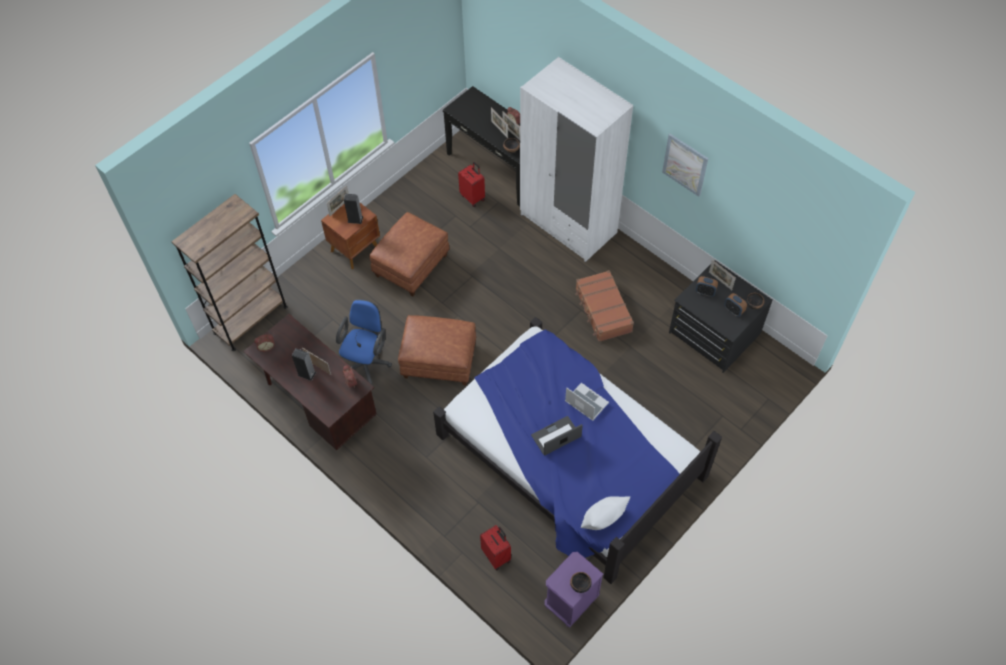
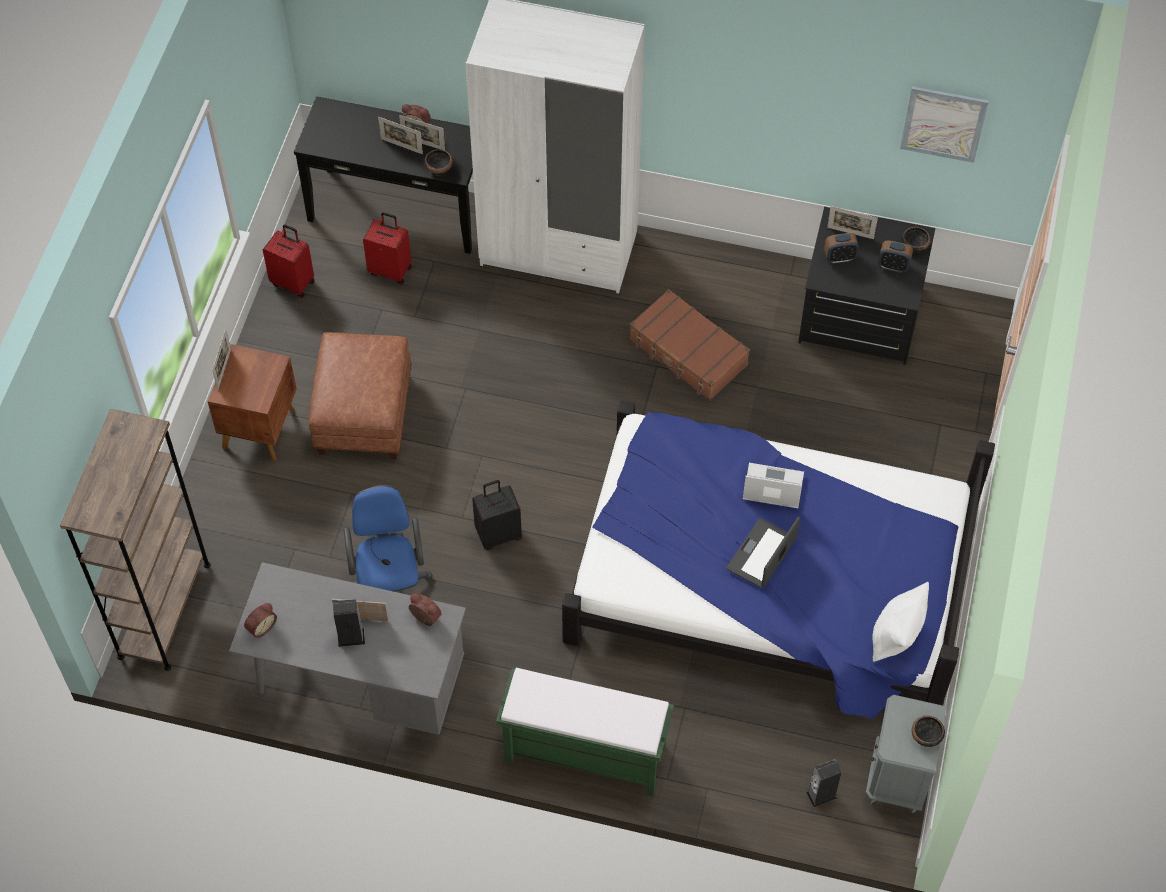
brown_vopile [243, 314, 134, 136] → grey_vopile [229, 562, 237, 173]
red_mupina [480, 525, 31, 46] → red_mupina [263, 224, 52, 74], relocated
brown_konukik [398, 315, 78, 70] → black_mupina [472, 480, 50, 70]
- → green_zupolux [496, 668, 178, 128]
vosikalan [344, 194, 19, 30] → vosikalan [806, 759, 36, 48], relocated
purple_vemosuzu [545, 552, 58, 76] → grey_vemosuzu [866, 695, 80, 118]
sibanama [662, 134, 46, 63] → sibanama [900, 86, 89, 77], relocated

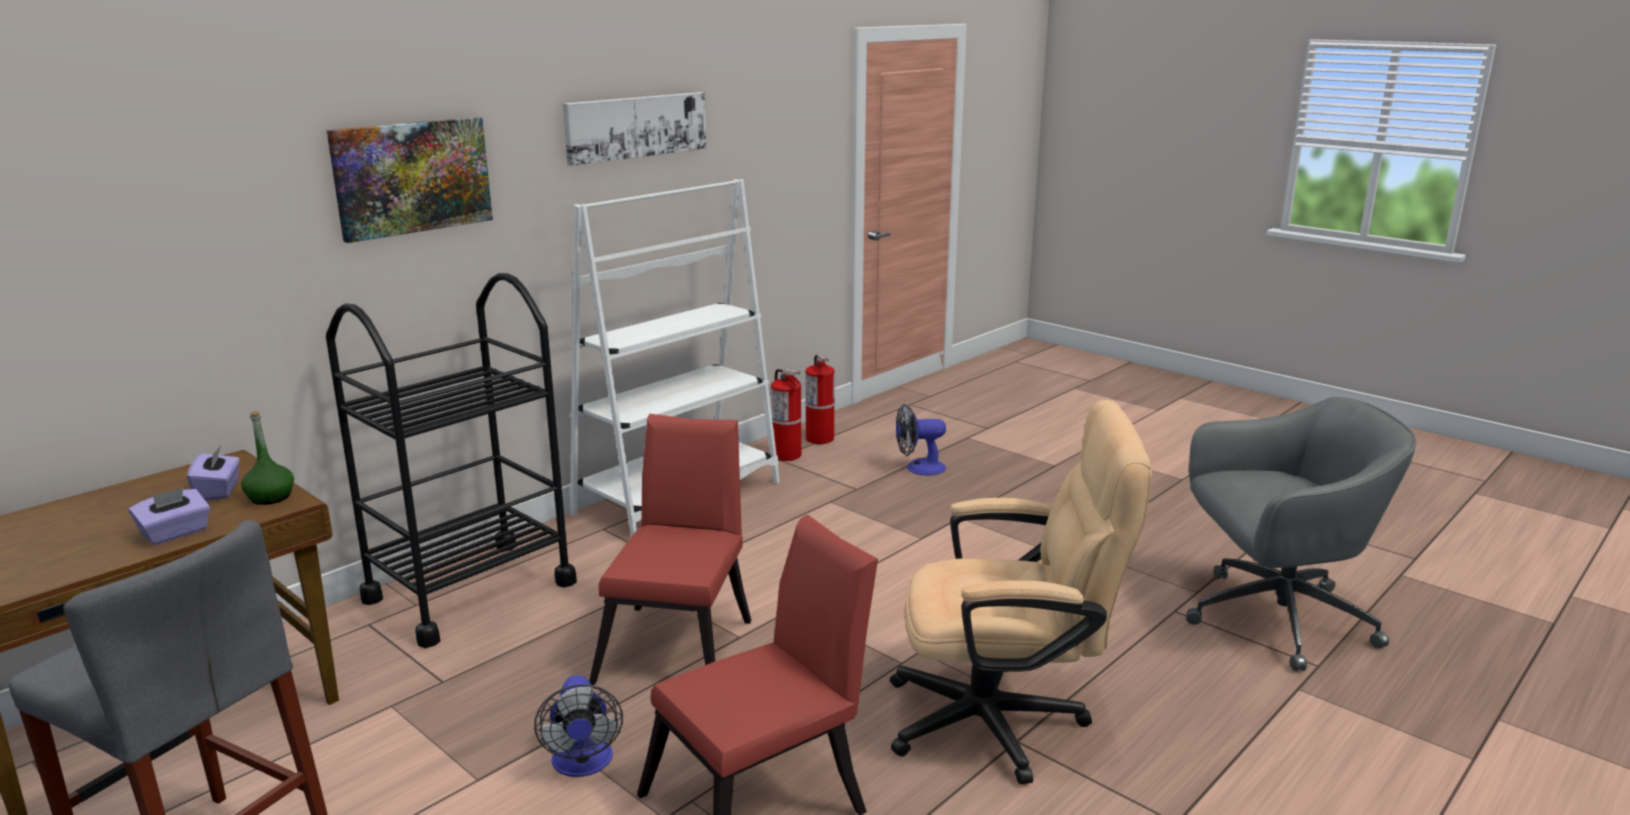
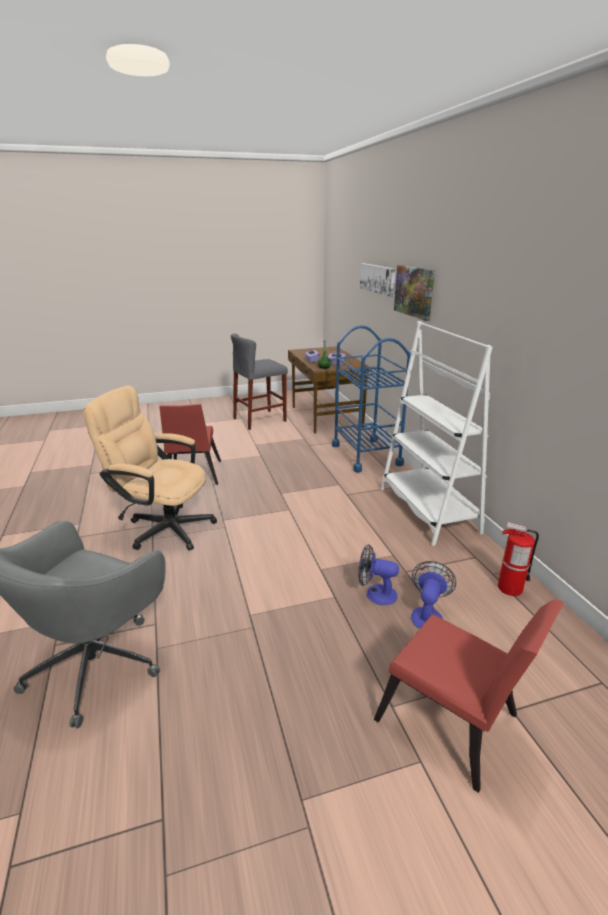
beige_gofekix [890, 400, 262, 384] → beige_gofekix [84, 385, 133, 165], 75 degrees clockwise
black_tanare [326, 273, 251, 375] → blue_tanare [332, 325, 79, 147]
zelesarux [534, 675, 89, 102] → zelesarux [358, 544, 41, 61], relocated
sibanama [563, 92, 143, 74] → sibanama [360, 263, 36, 34], relocated
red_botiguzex [589, 414, 163, 271] → red_botiguzex [374, 599, 190, 194], relocated
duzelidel [771, 369, 30, 92] → -

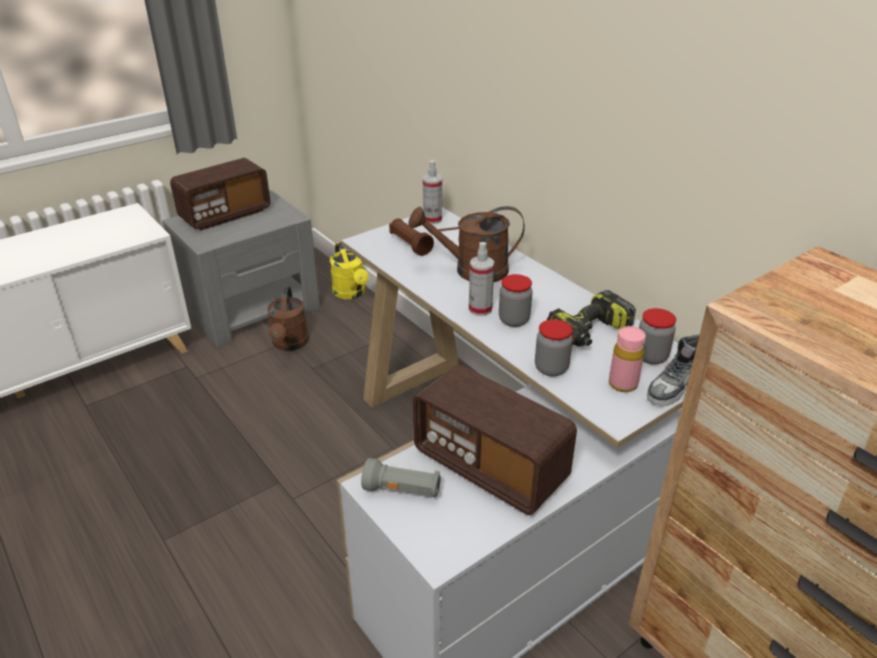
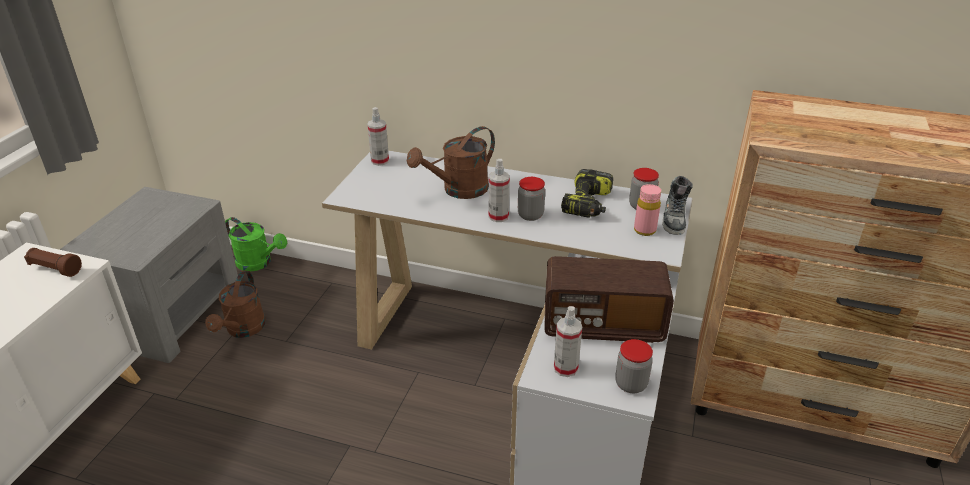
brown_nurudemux [389, 218, 45, 38] → brown_nurudemux [24, 248, 58, 29], relocated
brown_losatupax [267, 287, 42, 64] → brown_losatupax [205, 270, 61, 68], 45 degrees clockwise
yellow_losatupax [330, 242, 39, 57] → green_losatupax [225, 217, 62, 55]
grey_nurudemux [361, 458, 80, 39] → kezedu [554, 306, 28, 71]
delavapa [535, 319, 38, 58] → delavapa [615, 339, 38, 54], relocated
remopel [170, 158, 101, 72] → -

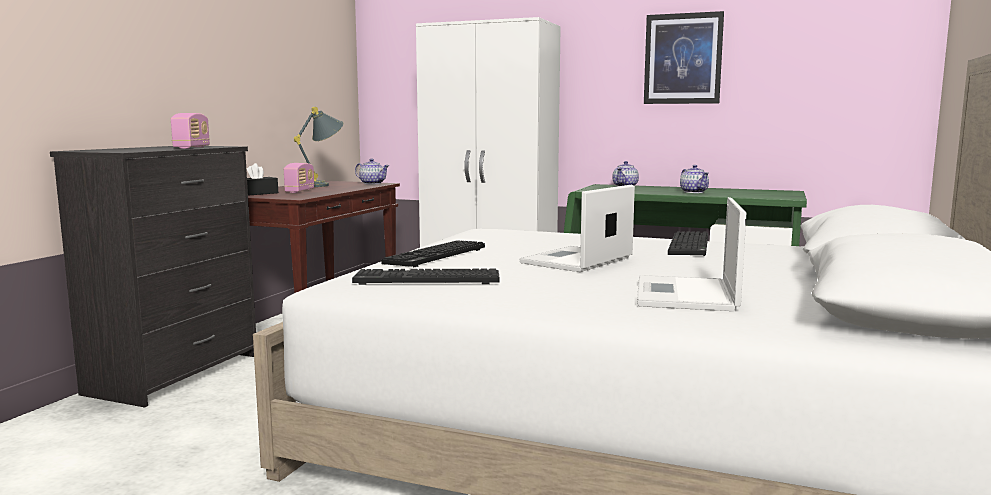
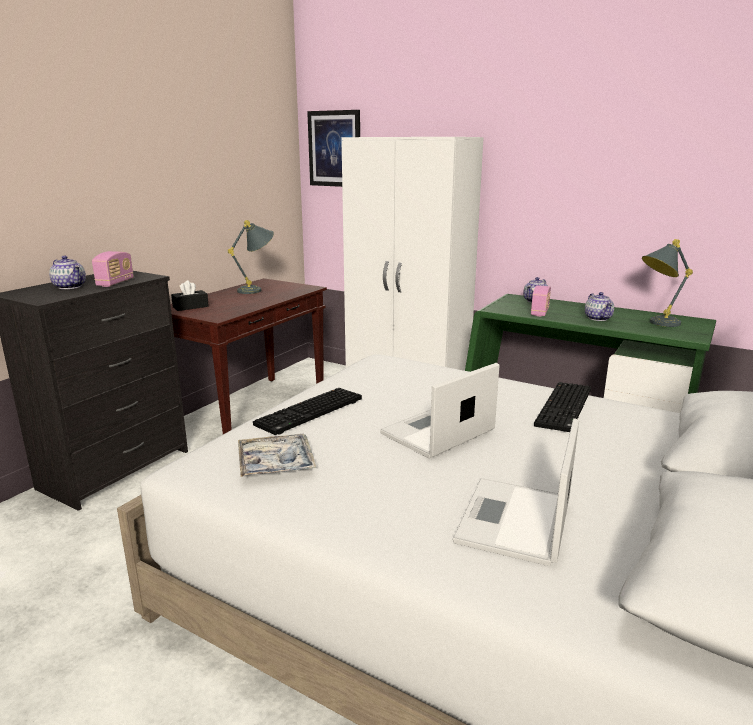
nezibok [355, 159, 34, 26] → nezibok [49, 255, 37, 34], relocated
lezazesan [352, 269, 147, 16] → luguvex [238, 434, 79, 43]
sibanama [644, 11, 80, 93] → sibanama [307, 110, 53, 77], relocated
remopel [284, 163, 30, 30] → remopel [531, 285, 20, 31], relocated
- → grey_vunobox [642, 239, 51, 88]

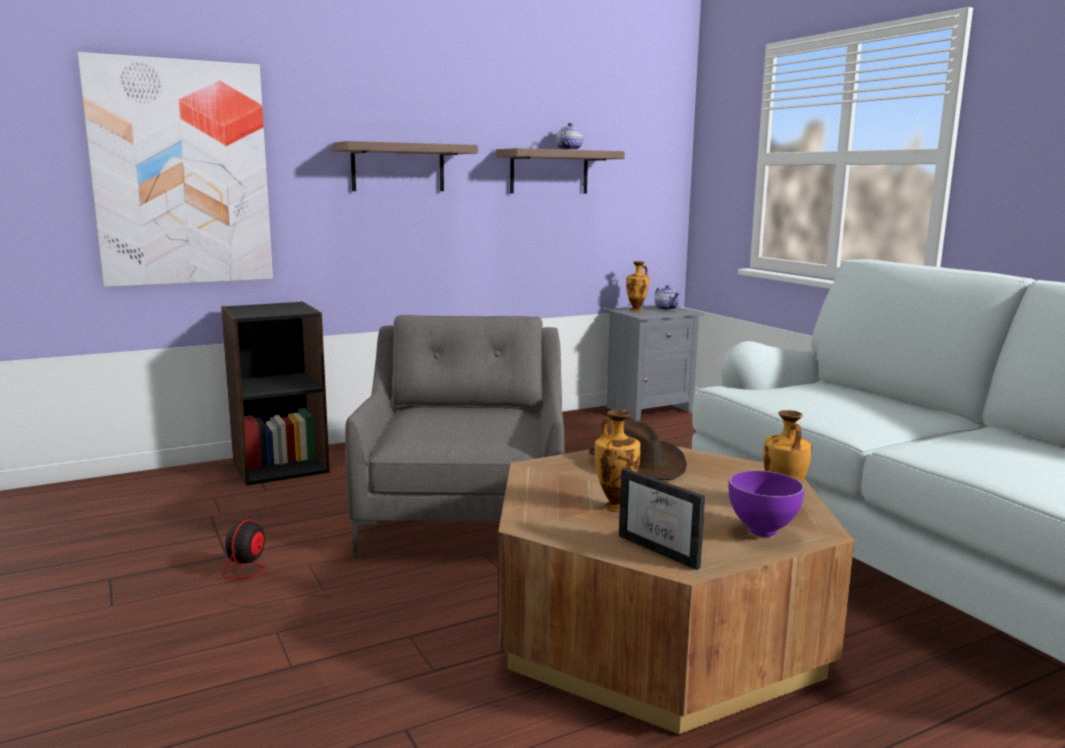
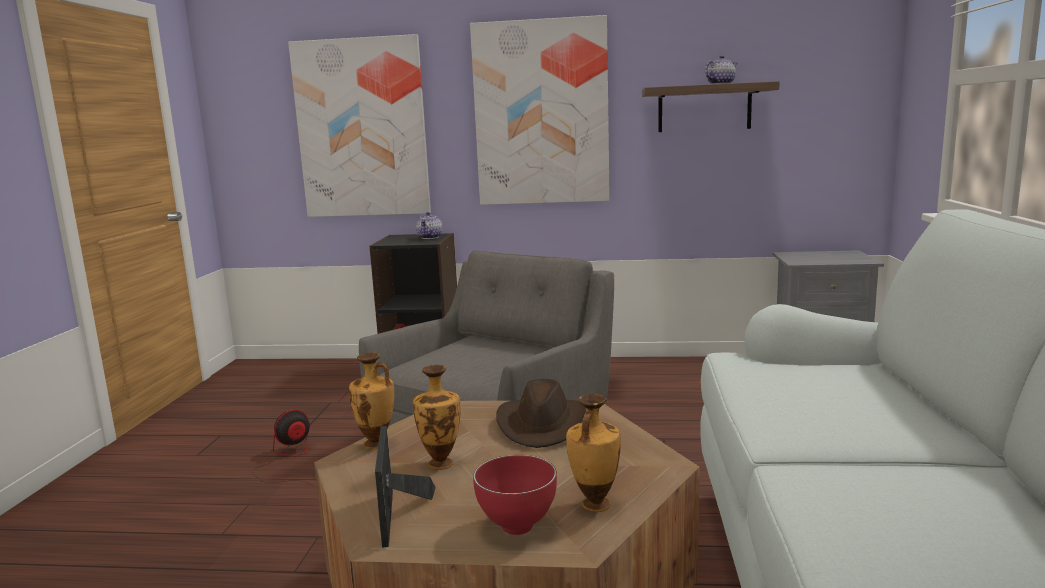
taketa [626, 261, 23, 50] → taketa [349, 352, 45, 98], relocated
nezibok [655, 285, 25, 25] → nezibok [416, 212, 27, 27], relocated
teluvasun [333, 141, 145, 50] → sibanama [470, 15, 140, 190]
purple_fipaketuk [729, 471, 76, 66] → red_fipaketuk [473, 455, 84, 80]

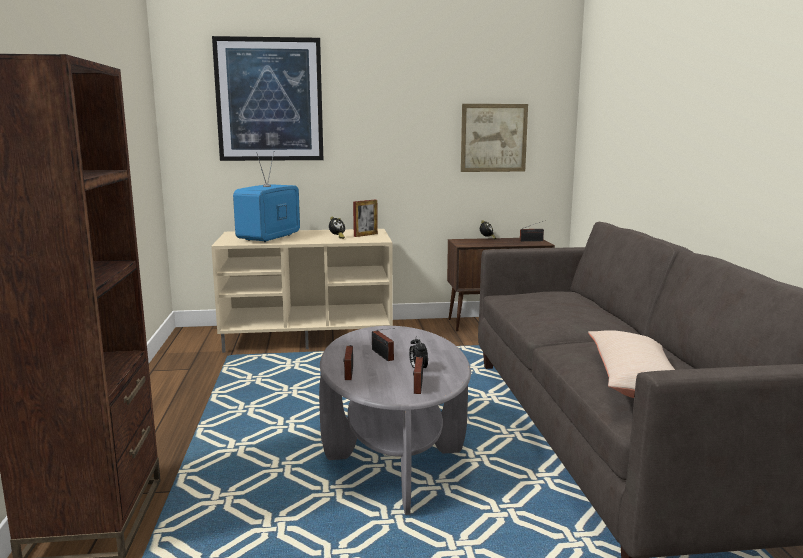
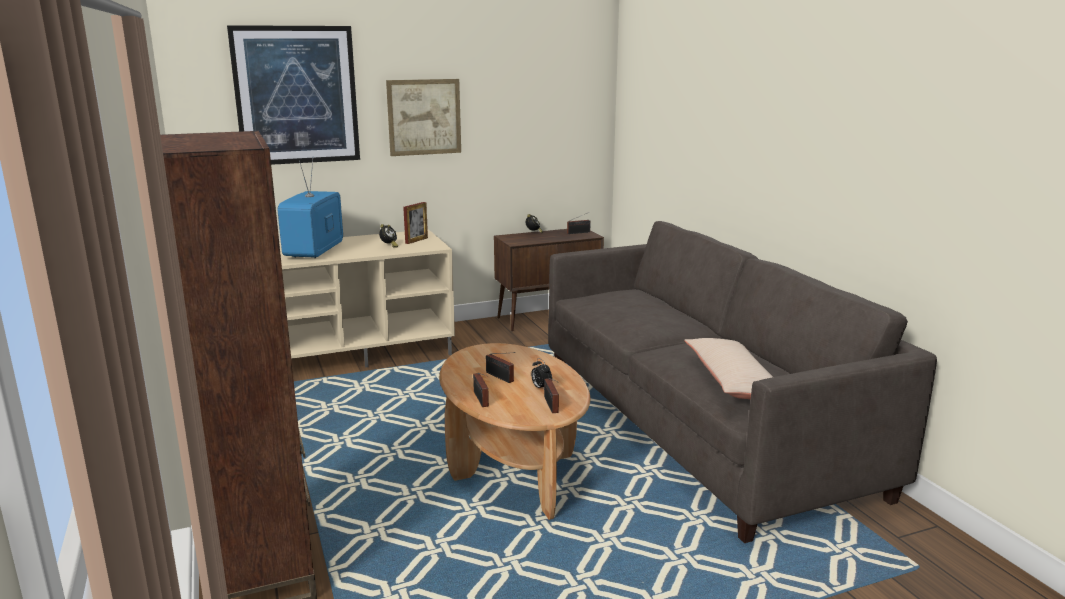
sibanama [461, 104, 67, 68] → sibanama [386, 79, 75, 77], relocated
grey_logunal [319, 326, 152, 189] → brown_logunal [439, 343, 151, 177]

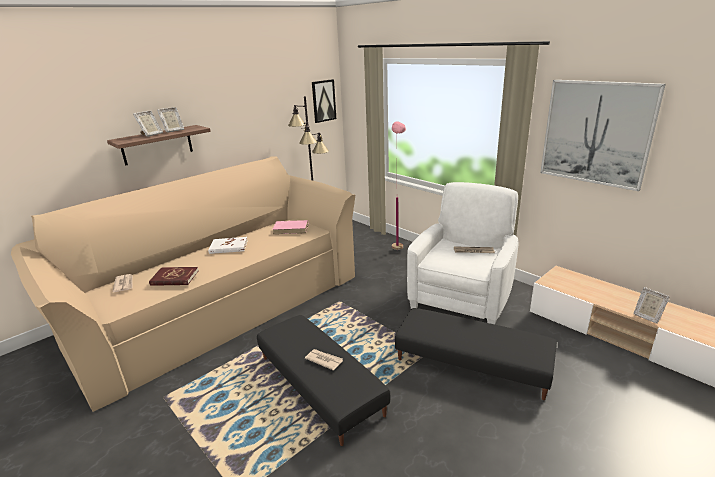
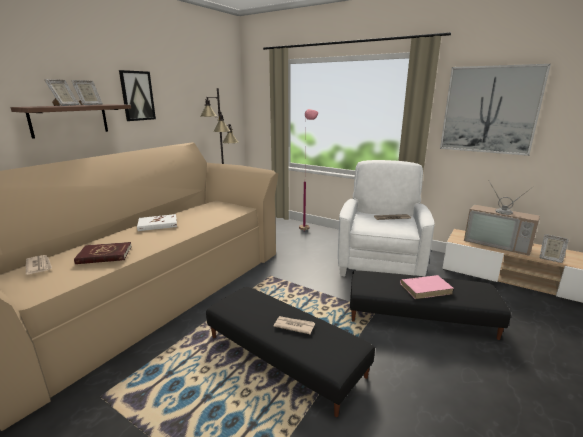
sibanama [312, 79, 24, 44] → sibanama [119, 70, 37, 51], relocated
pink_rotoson [272, 220, 36, 14] → pink_rotoson [400, 275, 54, 24], relocated
- → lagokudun [464, 180, 76, 76]

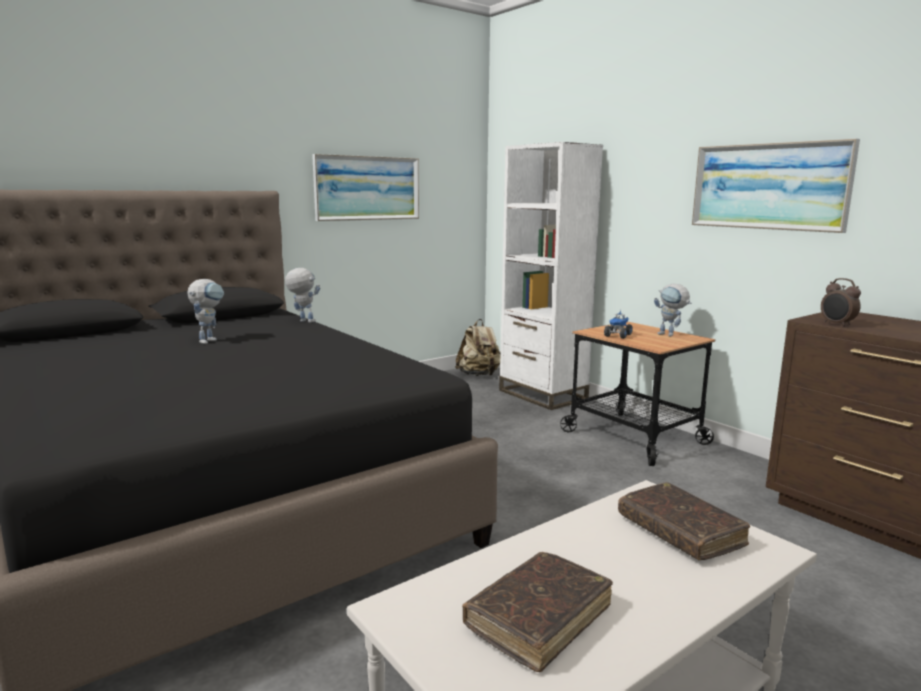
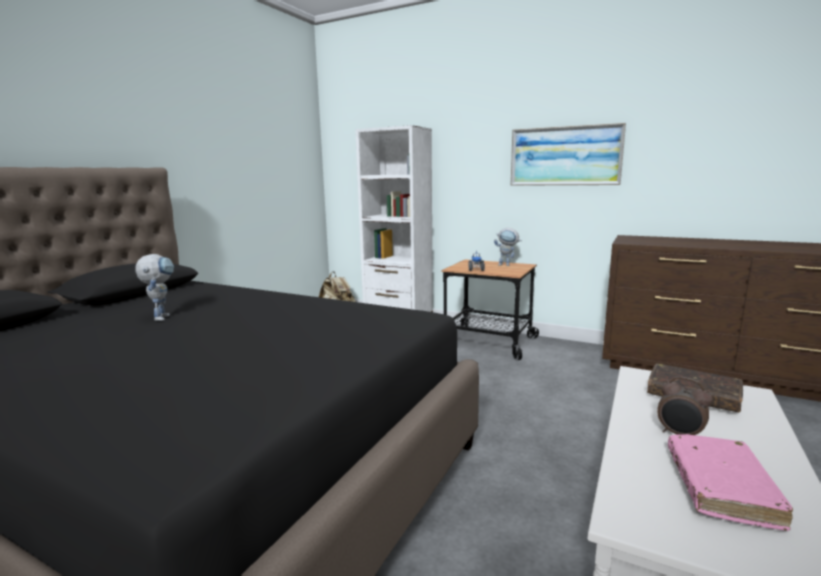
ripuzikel [821, 278, 40, 49] → ripuzikel [657, 377, 55, 58], relocated
brown_rotoson [462, 552, 151, 120] → pink_rotoson [668, 434, 125, 97]
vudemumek [285, 268, 35, 55] → -
sibanama [312, 154, 107, 67] → -

